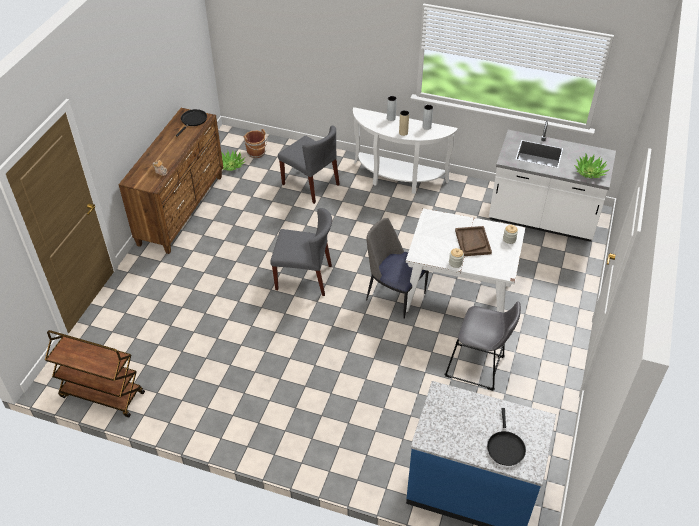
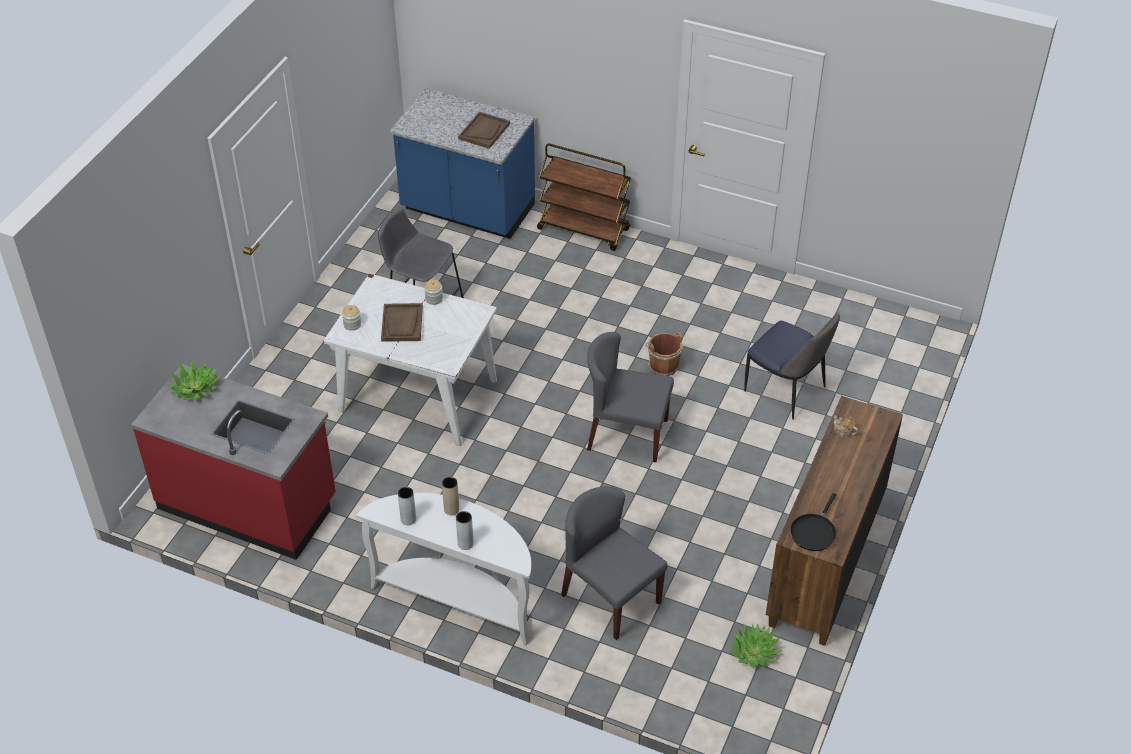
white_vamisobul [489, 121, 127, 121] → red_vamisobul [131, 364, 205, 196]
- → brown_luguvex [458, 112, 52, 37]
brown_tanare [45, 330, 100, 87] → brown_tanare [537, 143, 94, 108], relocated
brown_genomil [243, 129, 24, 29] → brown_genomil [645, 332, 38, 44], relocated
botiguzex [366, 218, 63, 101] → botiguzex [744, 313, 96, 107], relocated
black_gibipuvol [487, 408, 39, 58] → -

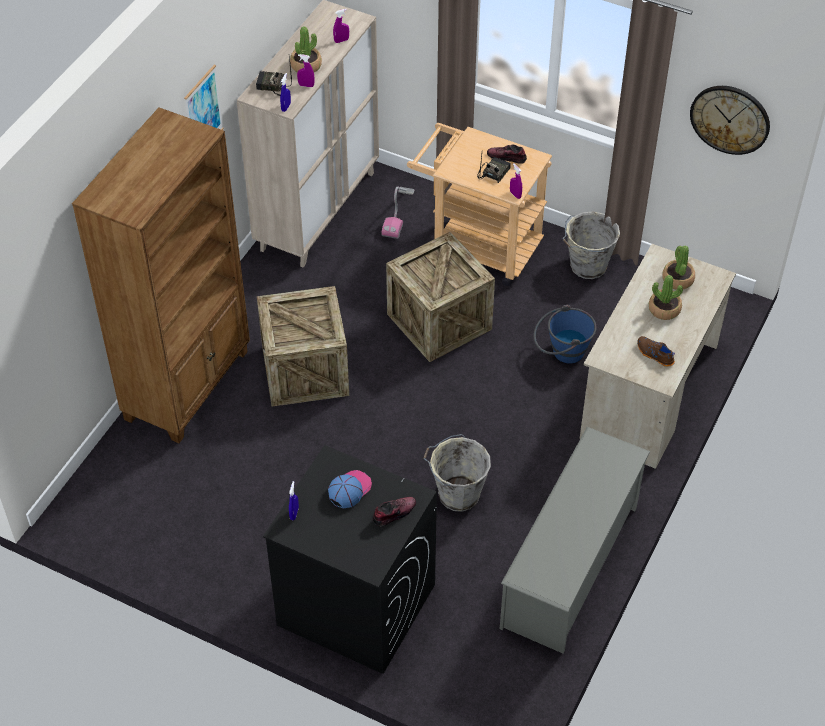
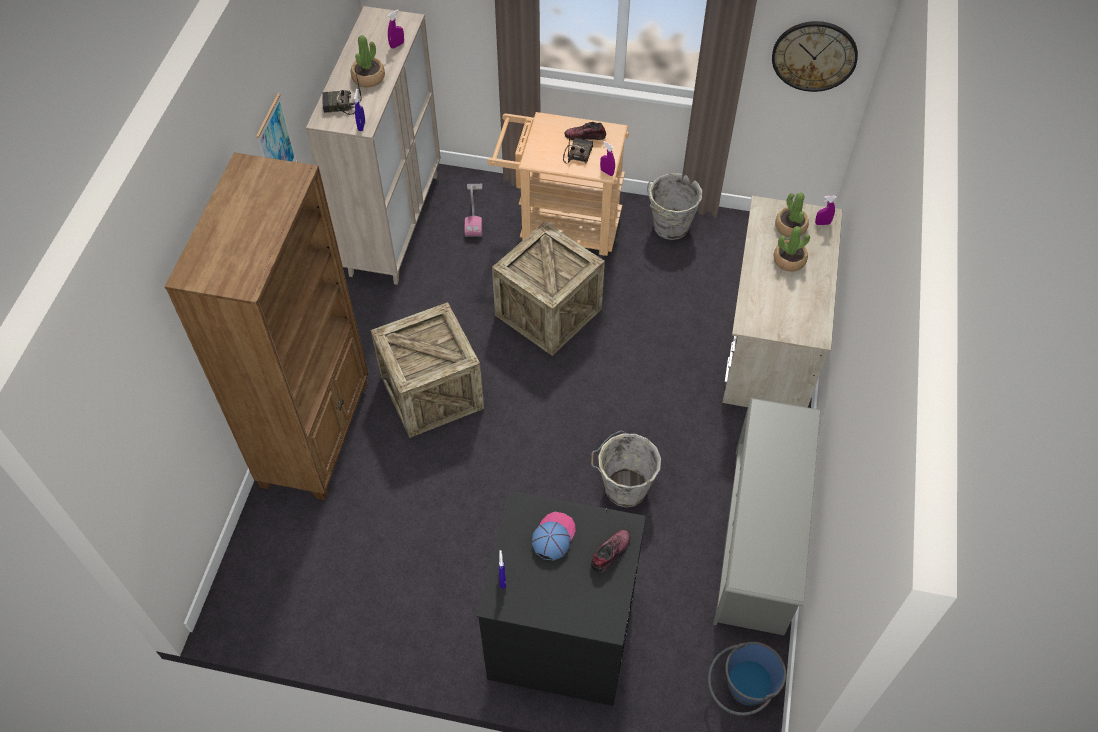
blue_genomil [533, 305, 63, 59] → blue_genomil [708, 642, 78, 74], relocated
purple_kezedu [297, 54, 18, 33] → purple_kezedu [815, 196, 21, 29], relocated
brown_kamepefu [637, 336, 38, 31] → -

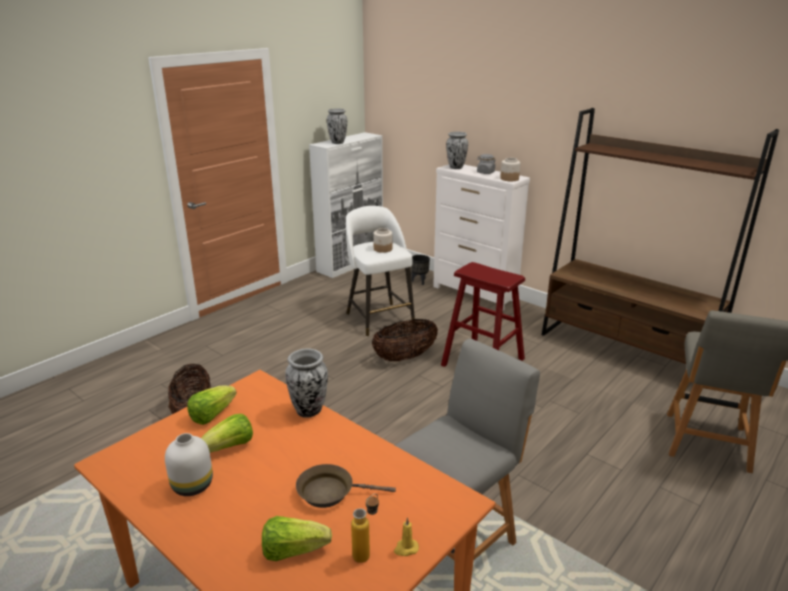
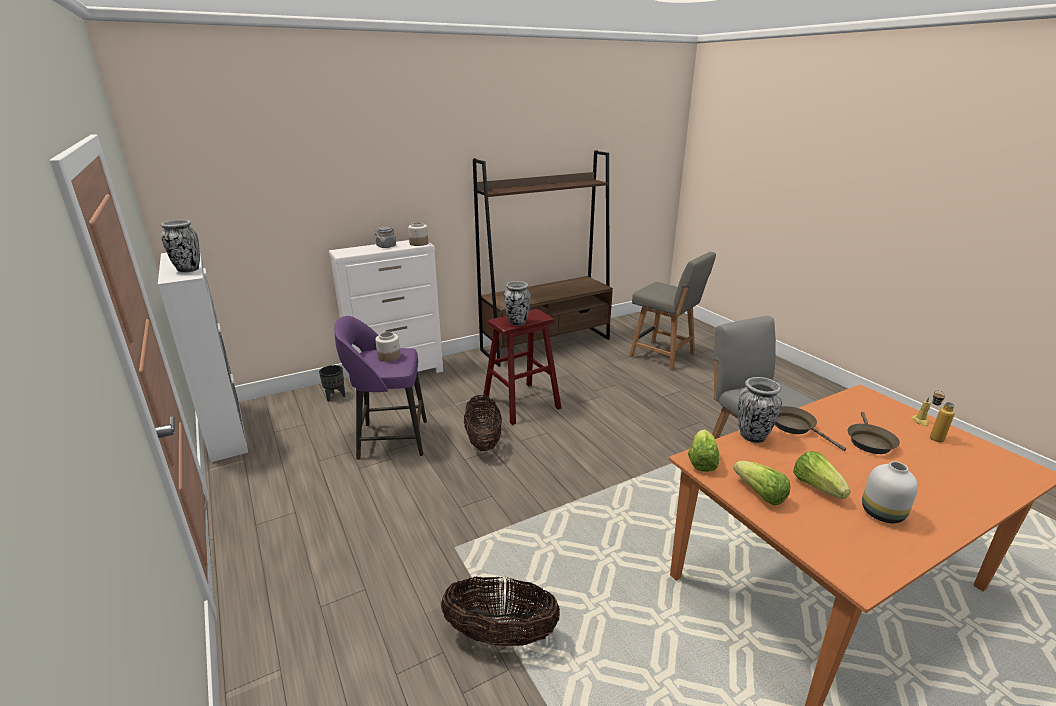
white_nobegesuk [346, 206, 69, 131] → purple_nobegesuk [334, 316, 93, 144]
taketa [446, 132, 22, 37] → taketa [504, 281, 27, 45], relocated
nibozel [262, 516, 70, 45] → nibozel [688, 429, 31, 43], relocated
- → brown_gibipuvol [775, 406, 71, 45]

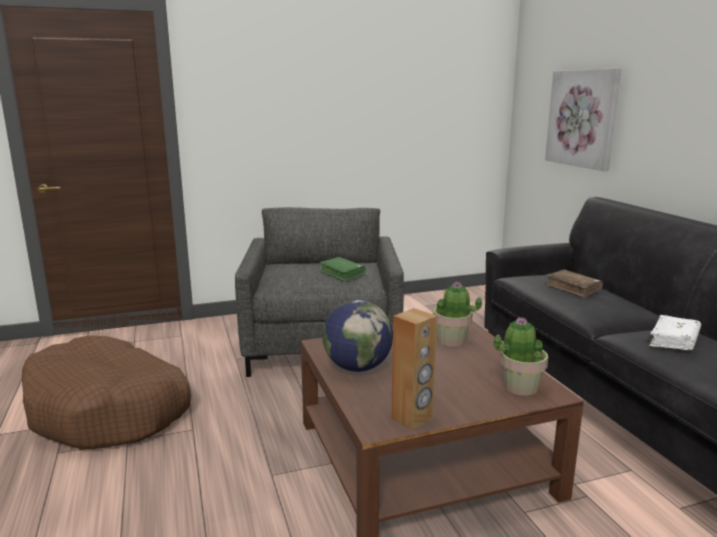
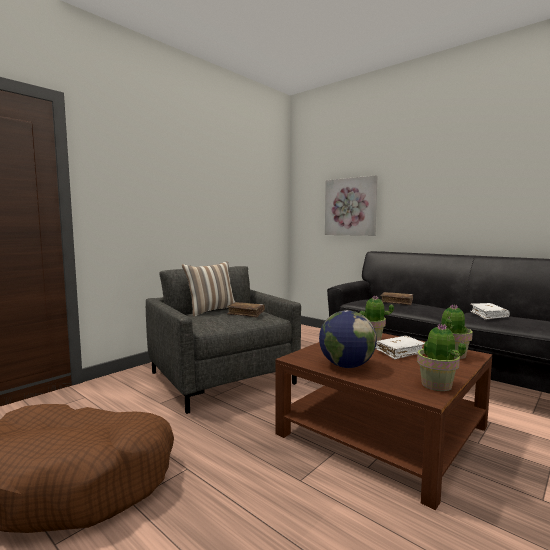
- → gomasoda [182, 261, 53, 55]
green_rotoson [319, 257, 47, 25] → brown_rotoson [227, 302, 38, 15]
- → white_rotoson [376, 336, 49, 23]
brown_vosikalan [391, 308, 46, 122] → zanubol [417, 323, 49, 68]

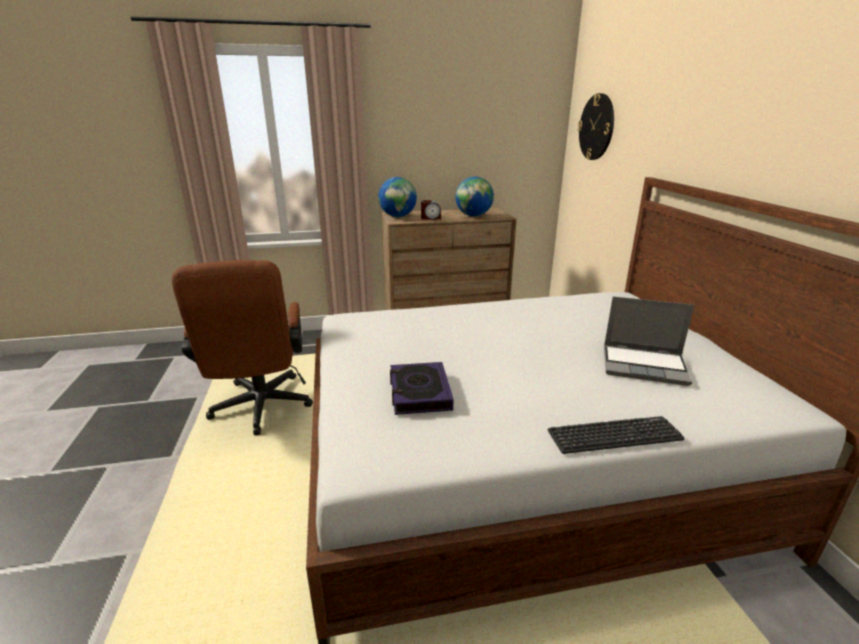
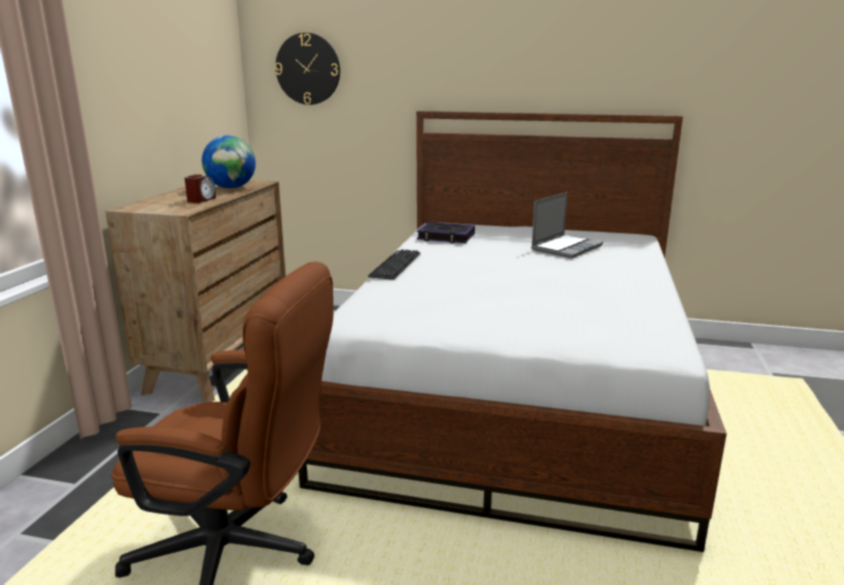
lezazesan [548, 416, 137, 38] → lezazesan [368, 249, 52, 31], relocated
rotoson [390, 362, 64, 53] → rotoson [417, 222, 58, 21], relocated
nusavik [378, 177, 39, 40] → -

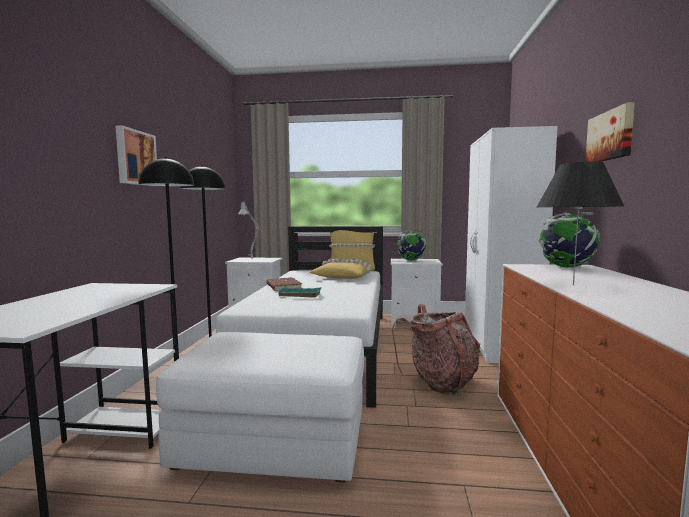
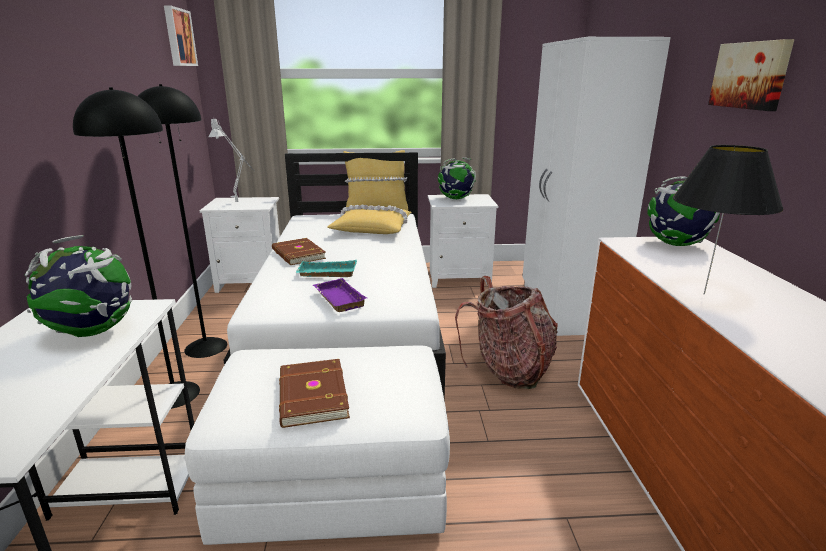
- → nusavik [25, 235, 107, 102]
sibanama [116, 125, 41, 60] → sibanama [164, 5, 34, 61], relocated
- → brown_rotoson [279, 359, 71, 69]
- → purple_luguvex [313, 278, 54, 34]

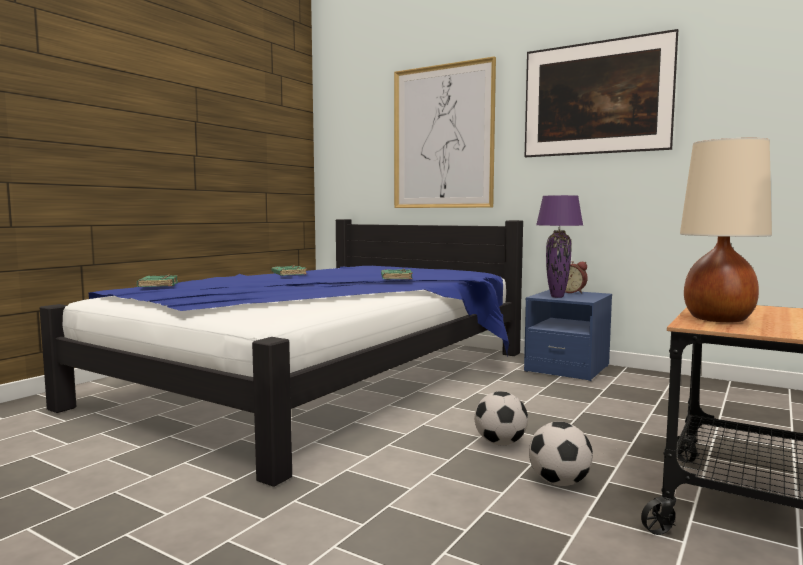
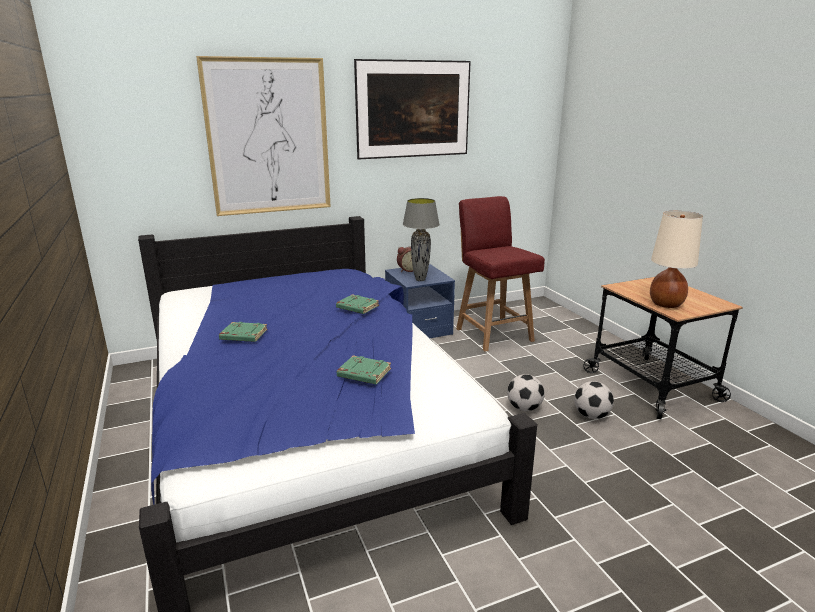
green_rotoson [137, 275, 41, 12] → green_rotoson [337, 355, 54, 29], relocated
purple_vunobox [536, 195, 47, 103] → grey_vunobox [403, 198, 37, 83]
- → red_botiguzex [456, 196, 89, 155]

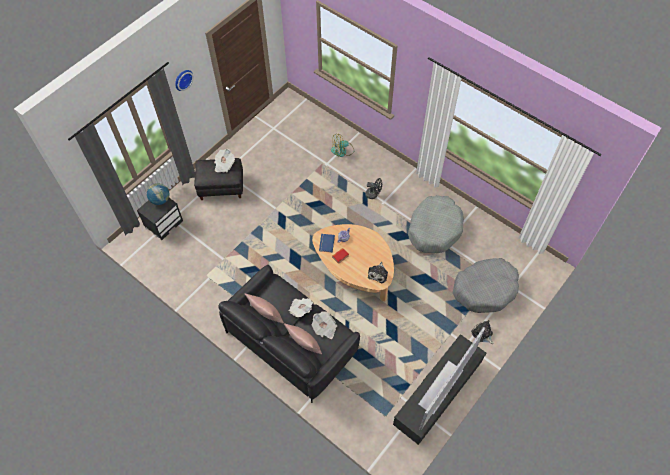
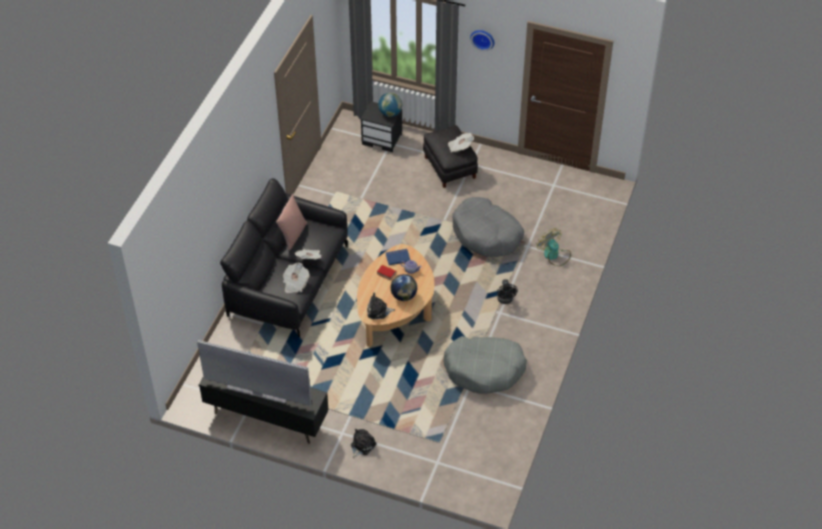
- → nusavik [391, 274, 26, 27]
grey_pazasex [453, 258, 66, 55] → grey_pazasex [452, 197, 72, 60], relocated
pink_gomasoda [284, 323, 38, 31] → -

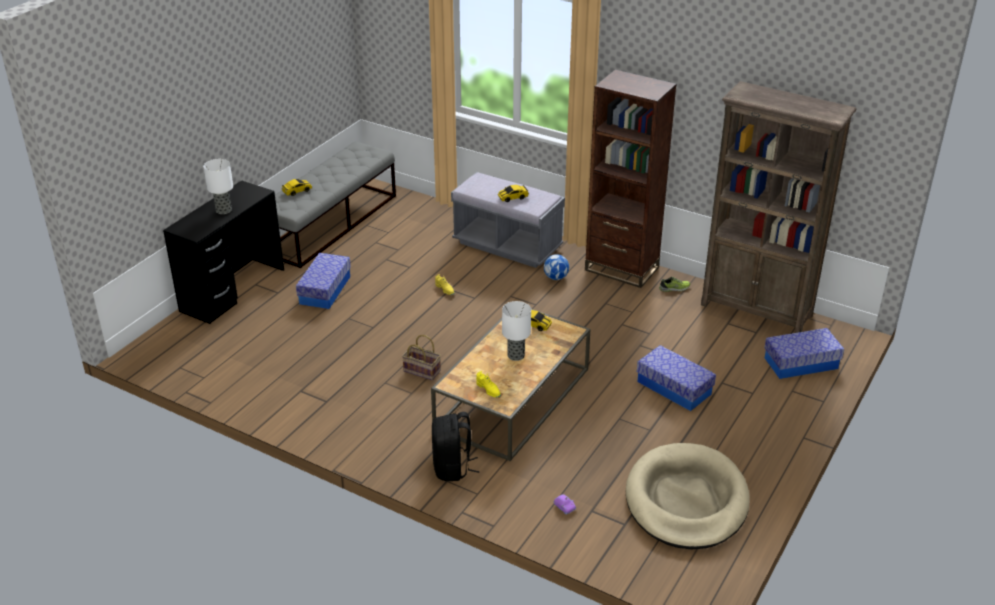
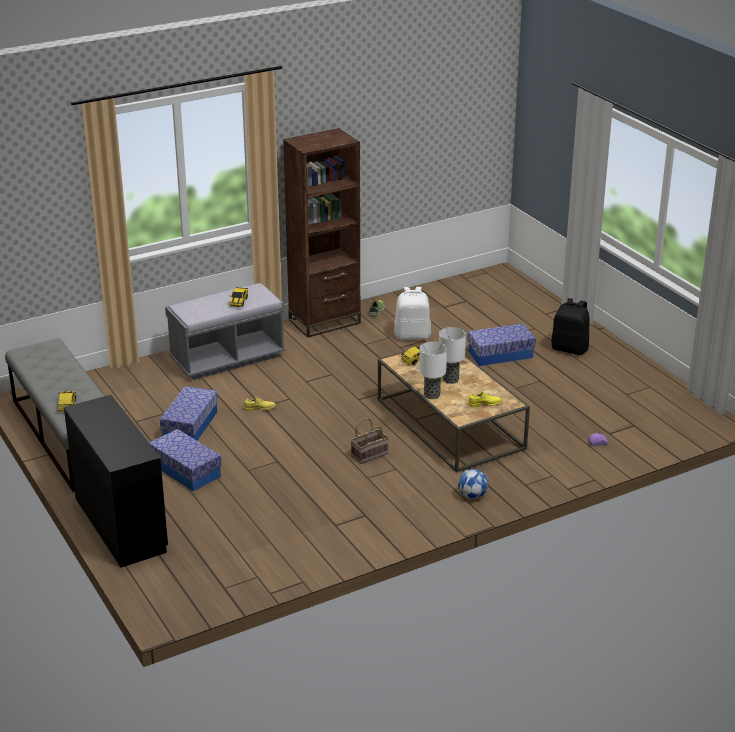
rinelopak [764, 328, 80, 51] → rinelopak [160, 386, 58, 55], relocated
- → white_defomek [394, 287, 37, 53]
vunobox [203, 159, 30, 55] → vunobox [419, 342, 28, 57], relocated
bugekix [544, 254, 25, 26] → bugekix [458, 469, 30, 30], relocated
black_defomek [432, 412, 48, 69] → black_defomek [551, 298, 38, 57], relocated
beige_pazasex [626, 443, 124, 107] → -
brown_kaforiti [701, 81, 156, 252] → -

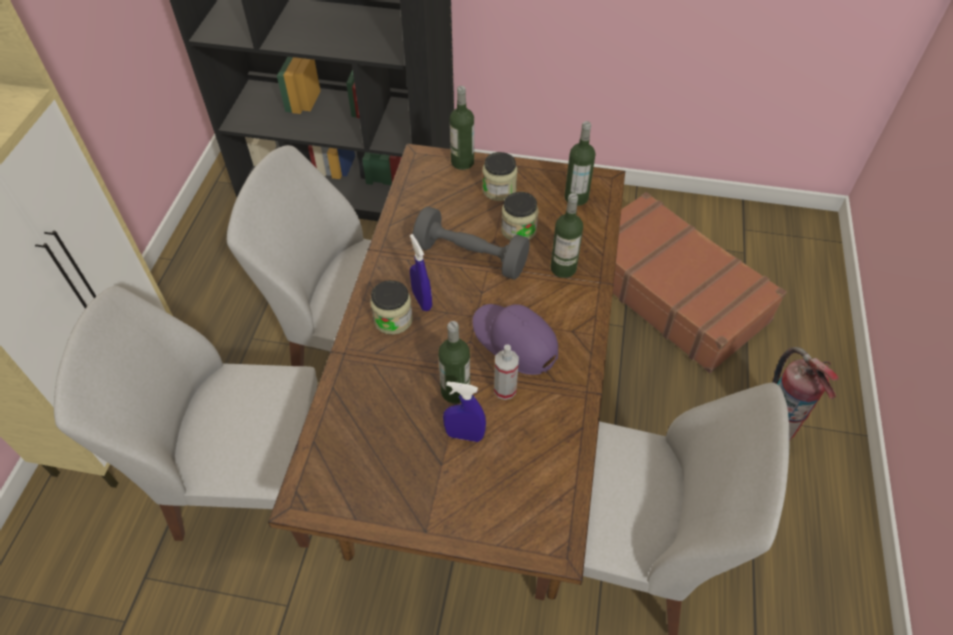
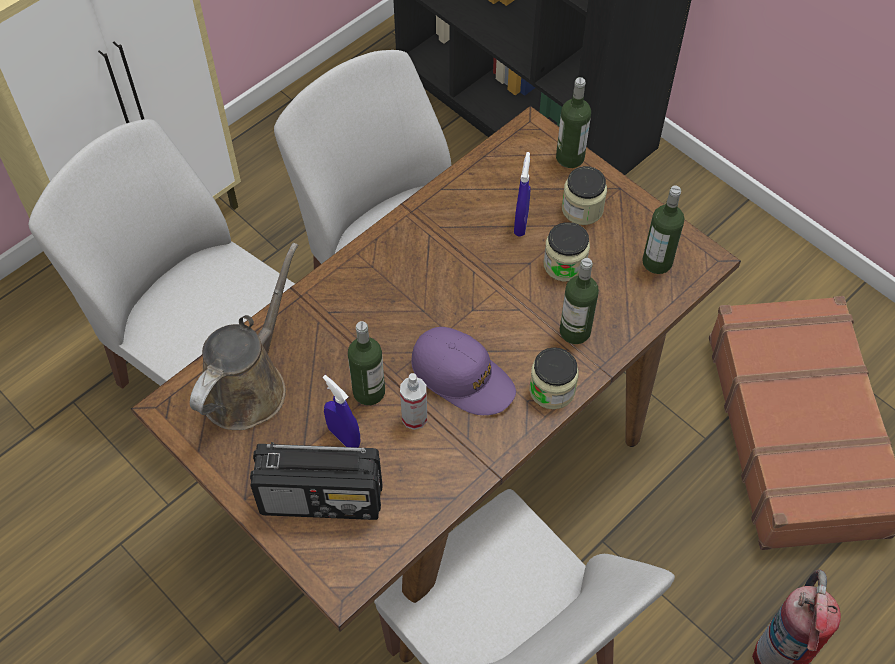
- → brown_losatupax [190, 243, 108, 187]
- → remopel [250, 442, 133, 78]
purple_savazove [472, 304, 86, 71] → purple_savazove [411, 327, 105, 88], 135 degrees clockwise
blue_kezedu [410, 234, 22, 77] → blue_kezedu [514, 152, 17, 85], relocated
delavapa [370, 280, 43, 55] → delavapa [529, 347, 50, 62], relocated
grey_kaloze [412, 206, 118, 74] → -

